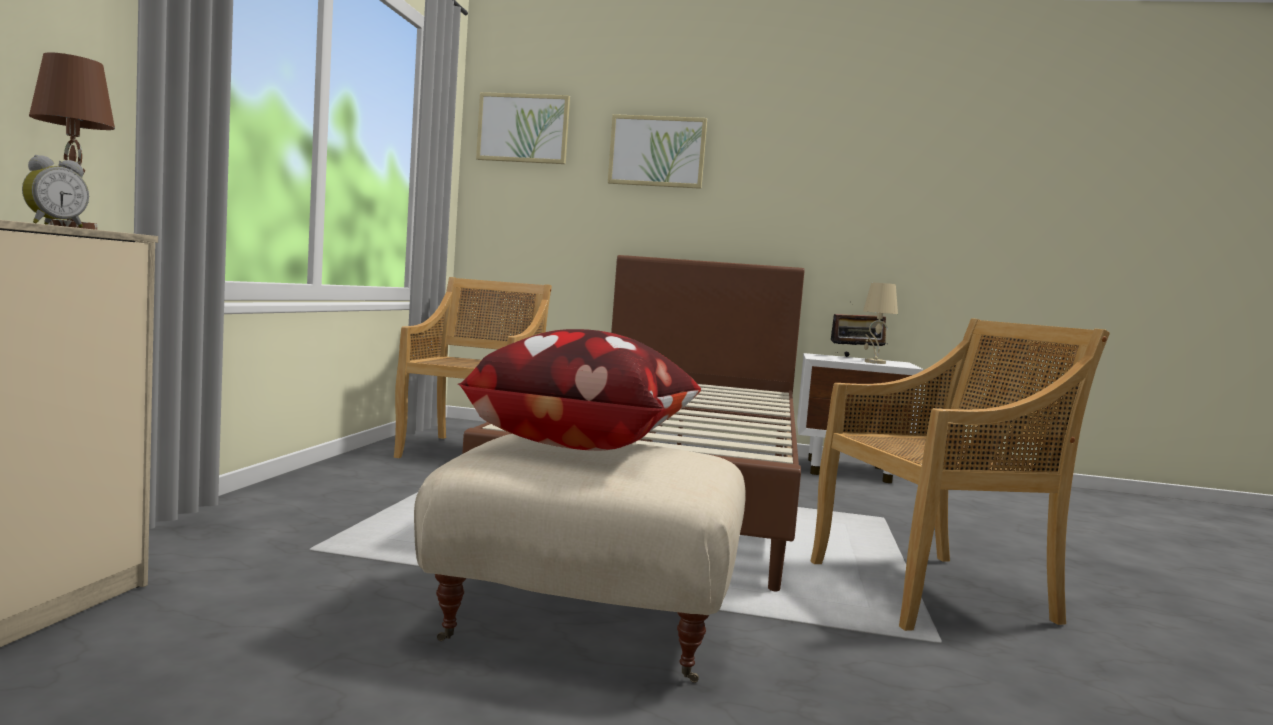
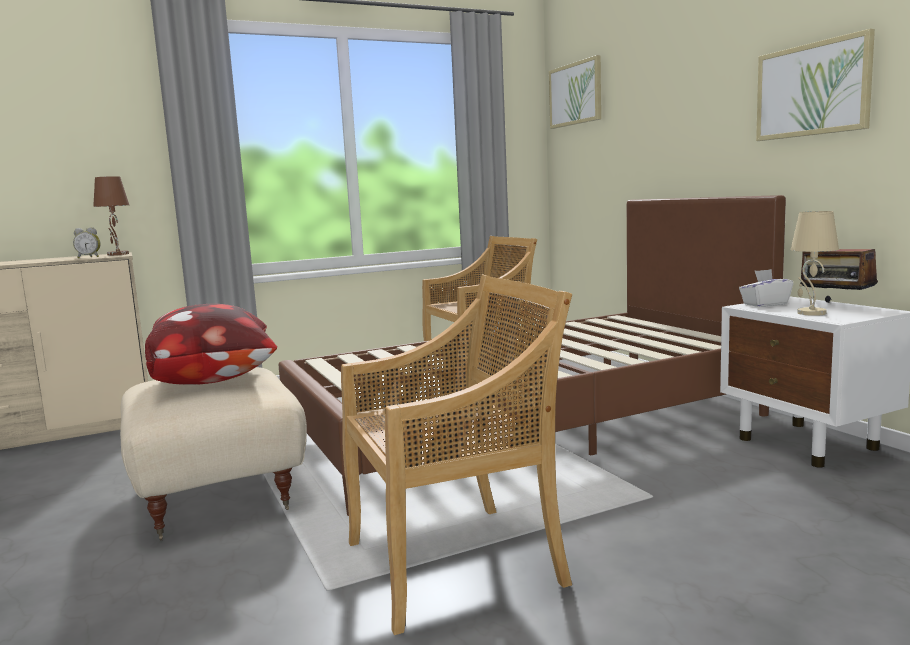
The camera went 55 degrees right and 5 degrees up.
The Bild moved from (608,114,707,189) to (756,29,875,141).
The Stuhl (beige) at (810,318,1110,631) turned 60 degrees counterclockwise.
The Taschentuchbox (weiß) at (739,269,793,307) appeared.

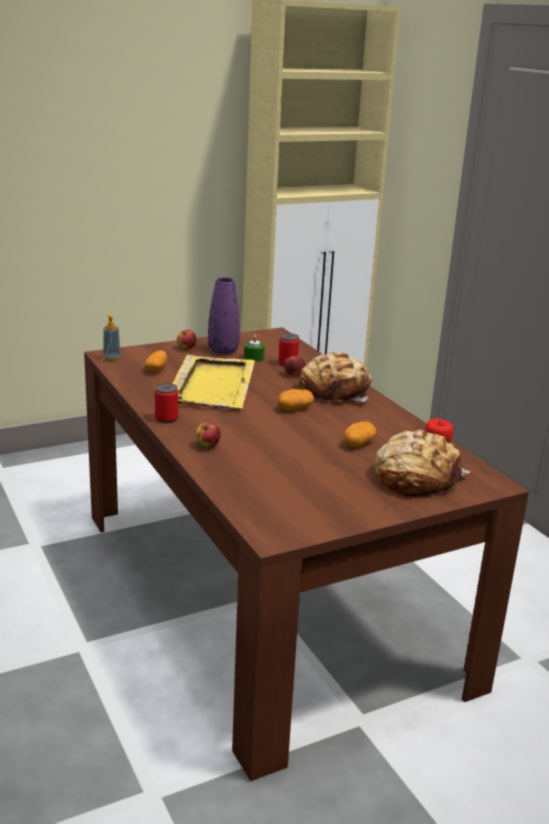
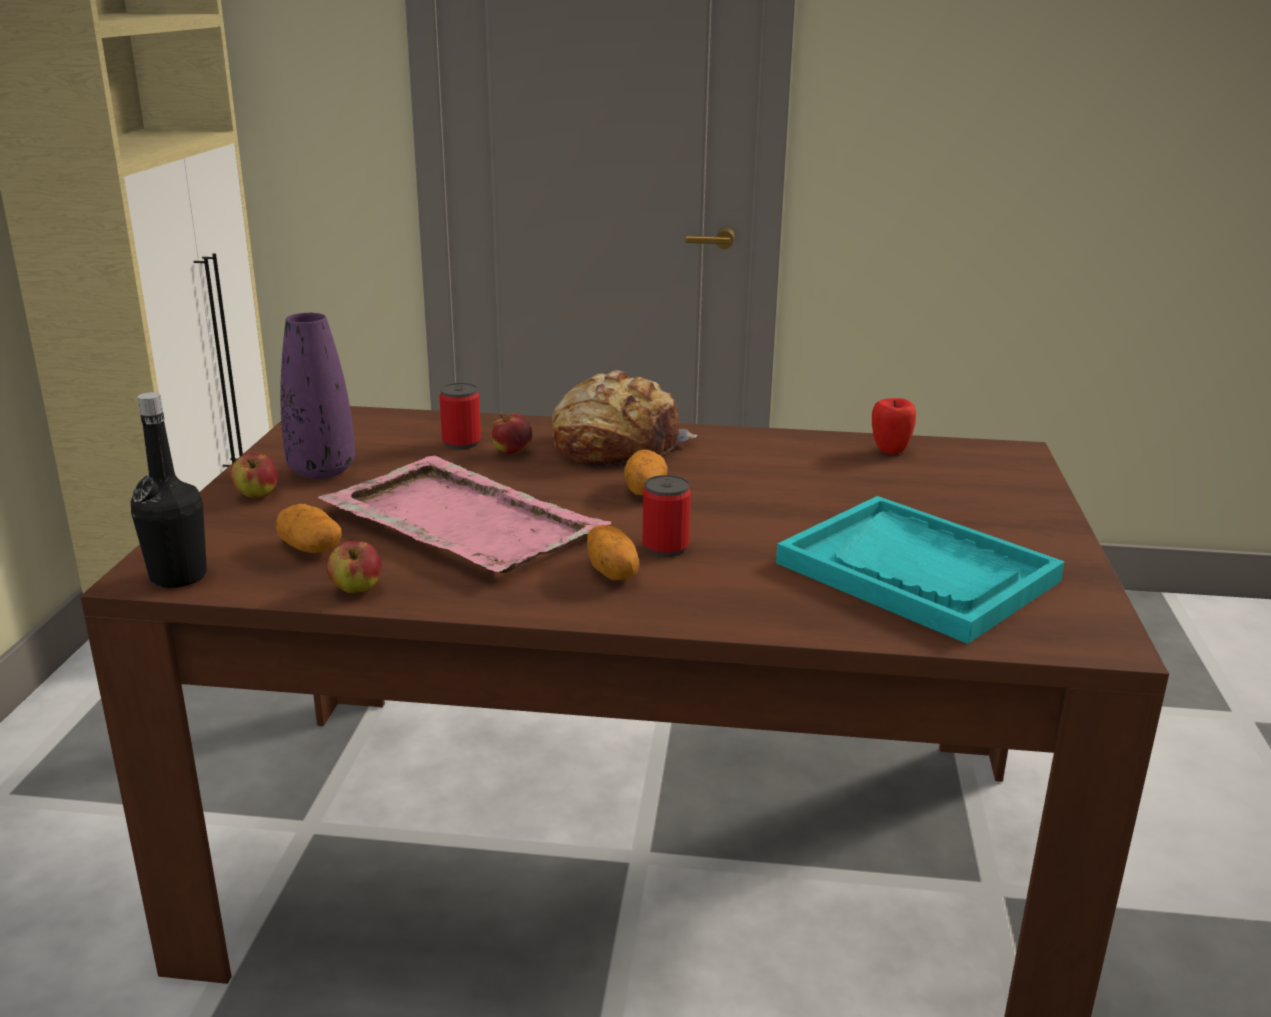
The camera went 55 degrees left and 0 degrees up.
The Seifenspender at (103,313,121,362) was replaced by the Flasche (schwarz) at (131,392,207,588).
The Dose moved from (155,383,178,423) to (642,475,691,557).
The Tablett (gelb) at (172,355,255,408) became the Tablett (rosa) at (318,456,611,573).
The Apfel moved from (196,422,221,448) to (327,541,382,593).
The Kerze (grün) at (244,335,265,362) disappeared.
The Kartoffel moved from (343,421,377,447) to (587,525,639,580).
The Brot at (375,430,470,497) disappeared.
The Tablett (türkis) at (776,496,1064,644) appeared.

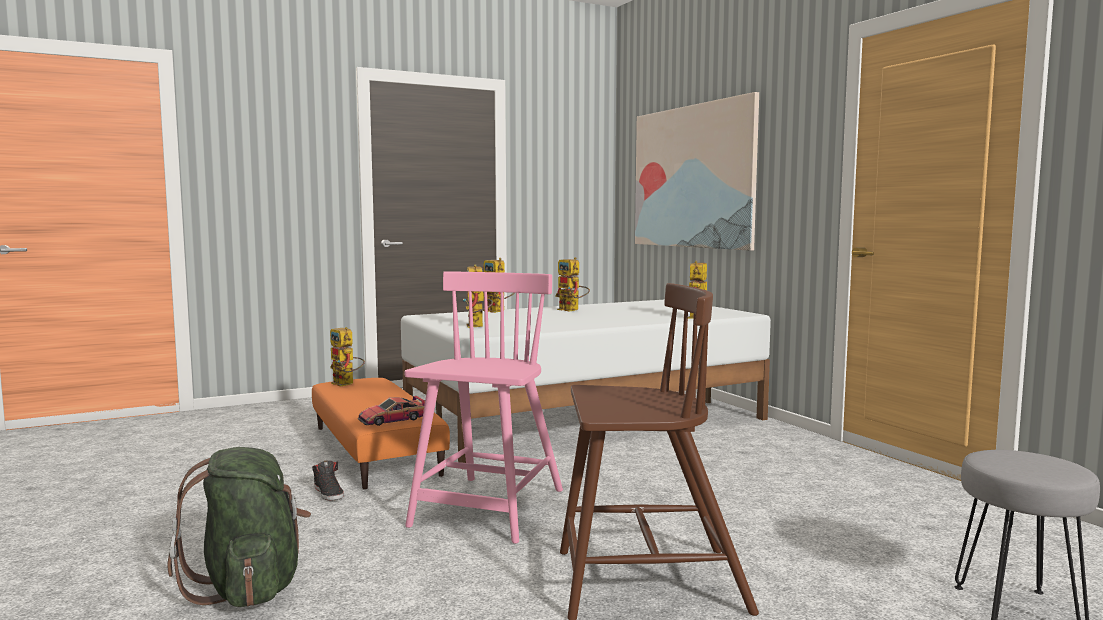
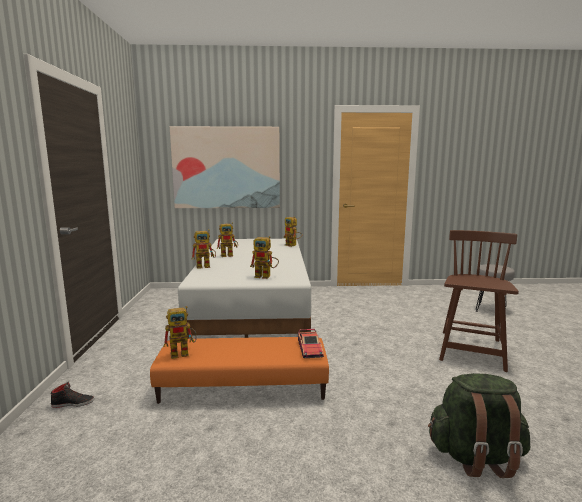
The camera went 65 degrees left and 5 degrees up.
The Schuh (schwarz) moved from (312,460,344,500) to (51,382,94,408).
The Stuhl (rosa) at (404,271,563,544) disappeared.

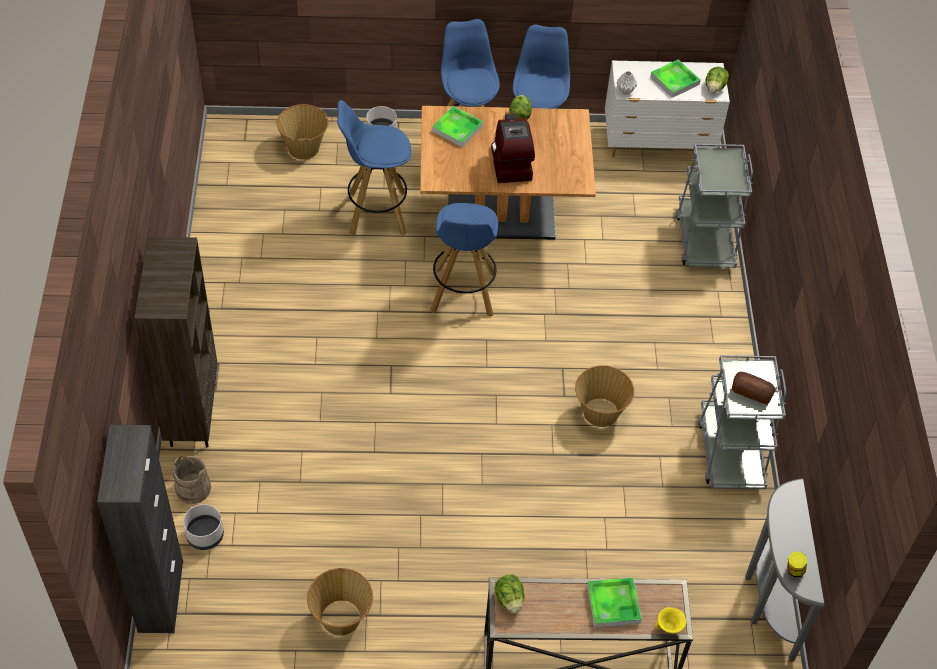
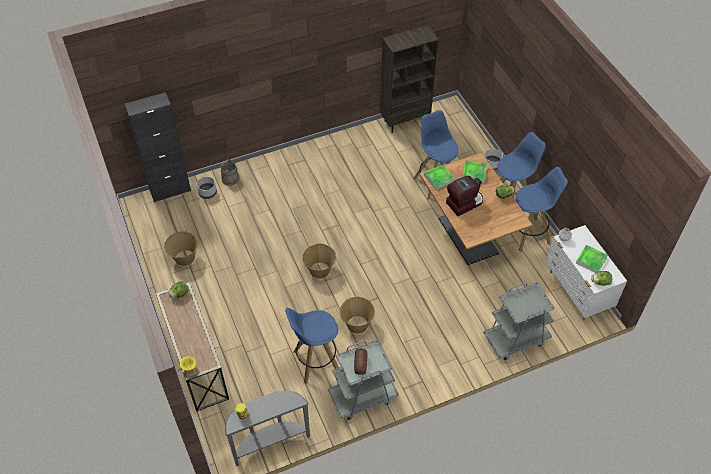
The camera went 70 degrees right and 0 degrees up.
The Bücherregal (braun) moved from (134,237,218,447) to (380,25,438,133).
The Korb moved from (277,104,329,160) to (303,244,336,279).
The Hocker (blau) moved from (430,203,498,317) to (285,308,339,384).
The Tablett moved from (587,578,642,628) to (424,165,455,190).

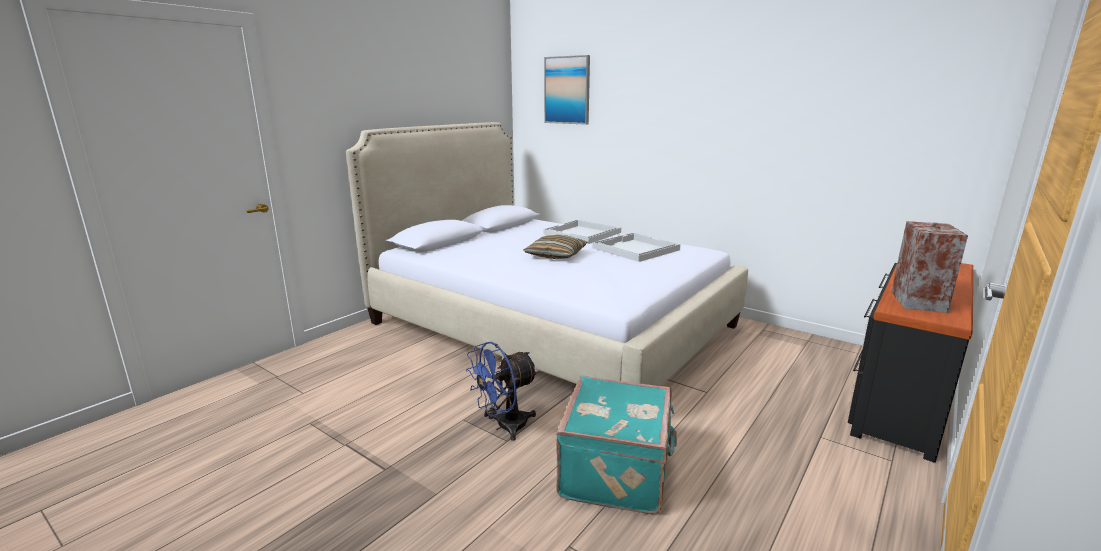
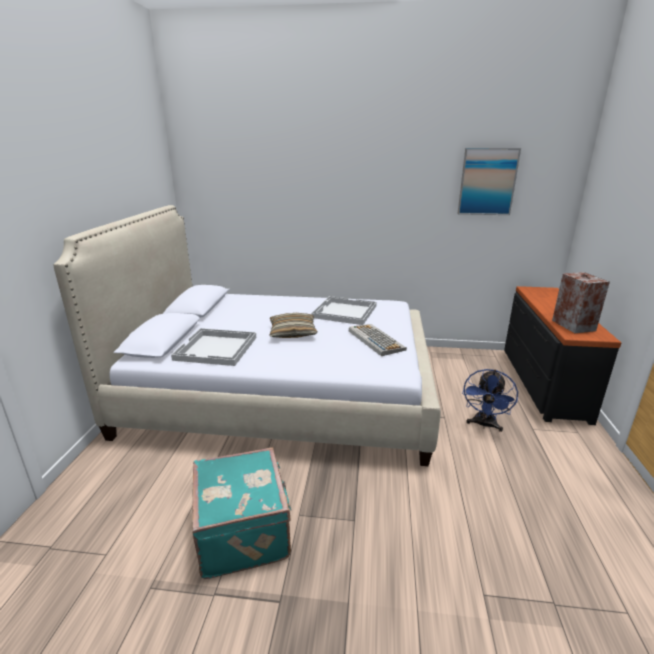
The camera went 30 degrees left and 5 degrees up.
The Ventilator (blau) moved from (466,342,538,441) to (462,369,518,432).
The Bild moved from (544,55,590,125) to (457,148,521,215).
The Tablett (weiß) moved from (544,220,621,244) to (171,328,256,366).
The Koffer (türkis) moved from (556,376,677,514) to (192,447,292,579).
The Tastatur at (349,324,407,356) appeared.

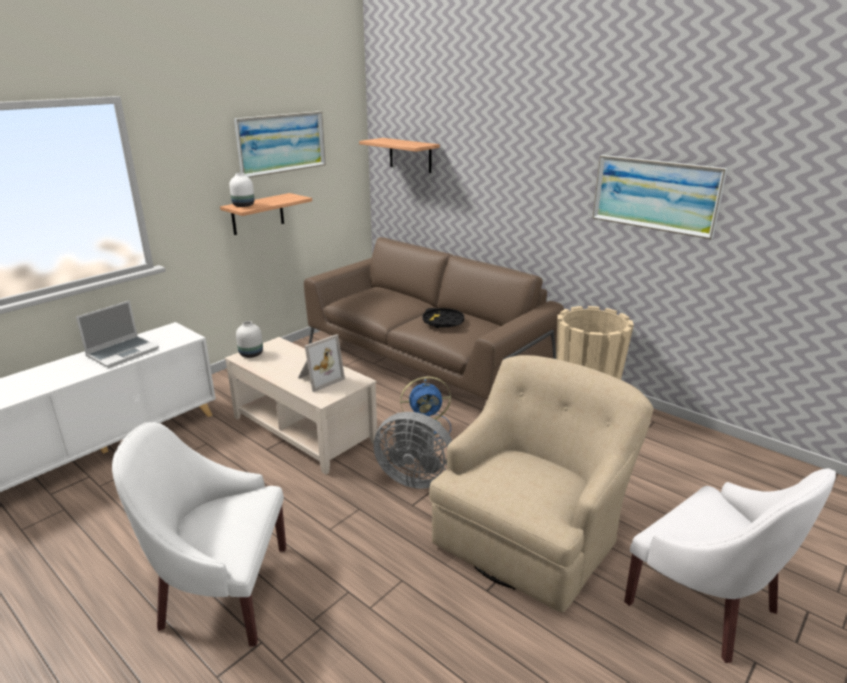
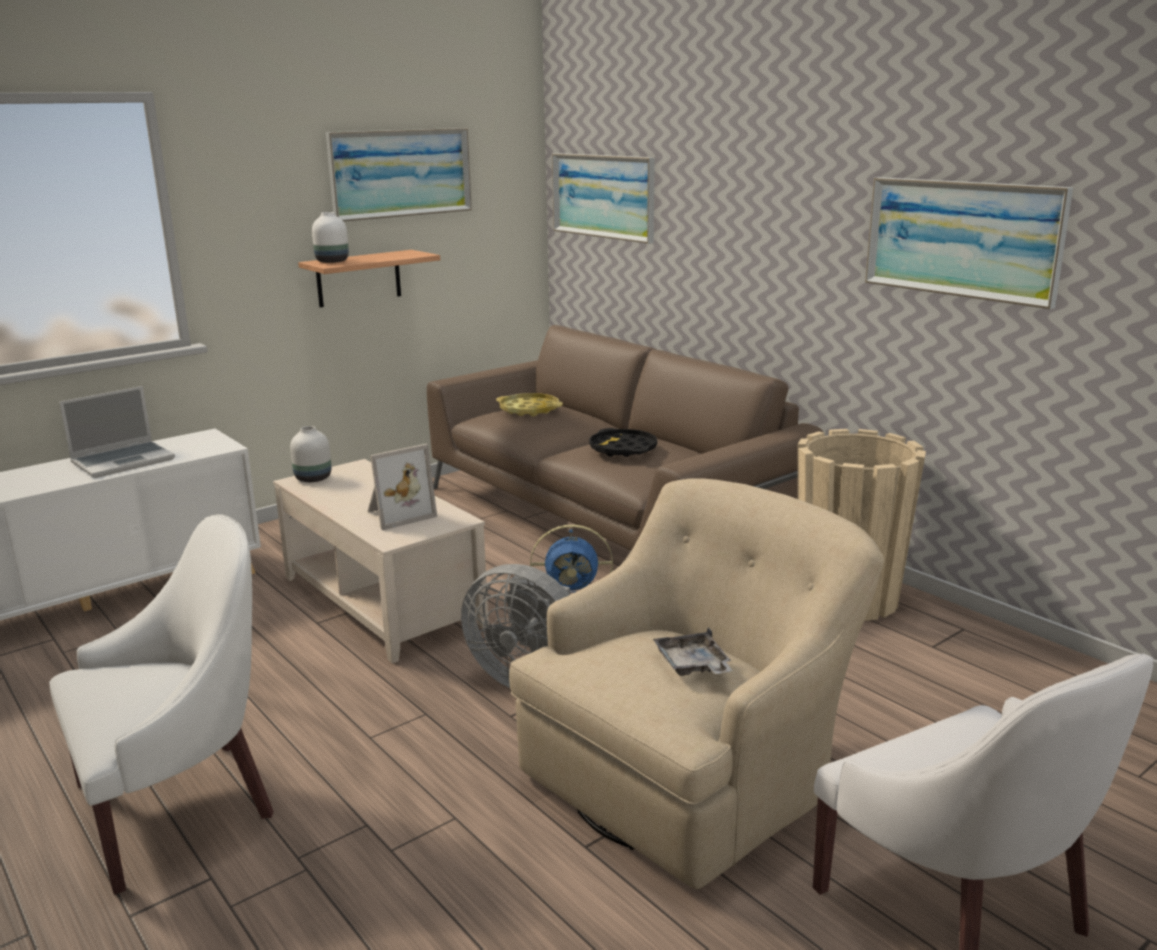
The camera went 10 degrees right and 5 degrees down.
The Sessel (weiß) at (112,422,286,646) turned 135 degrees clockwise.
The Wandregal at (359,138,440,173) was replaced by the Bild at (552,153,655,244).
The Tablett (gelb) at (496,393,563,417) appeared.
The Tablett (grau) at (653,627,733,676) appeared.

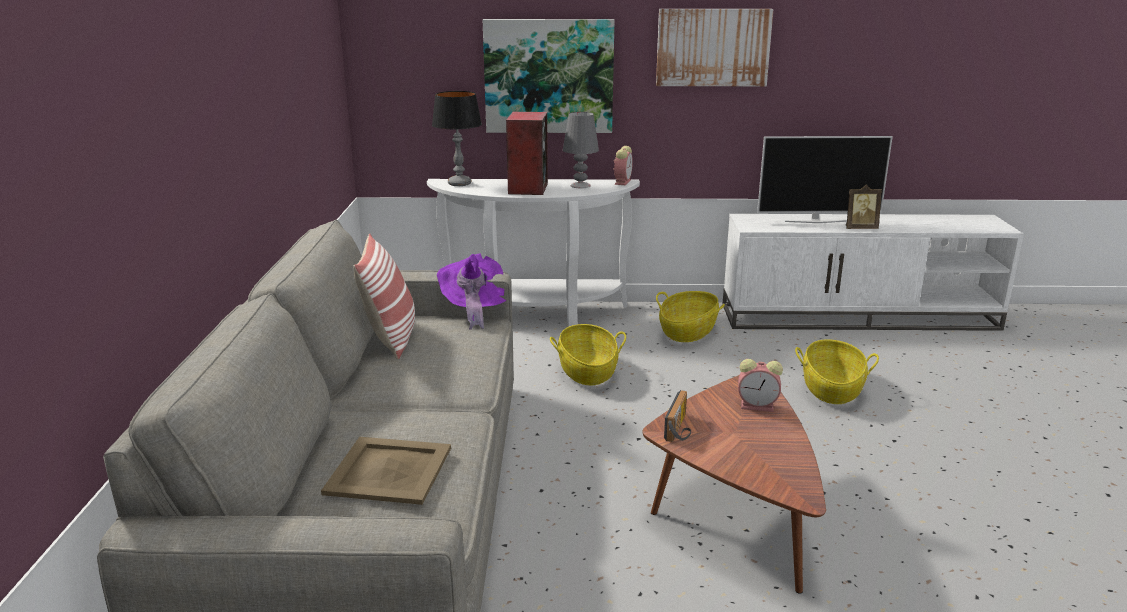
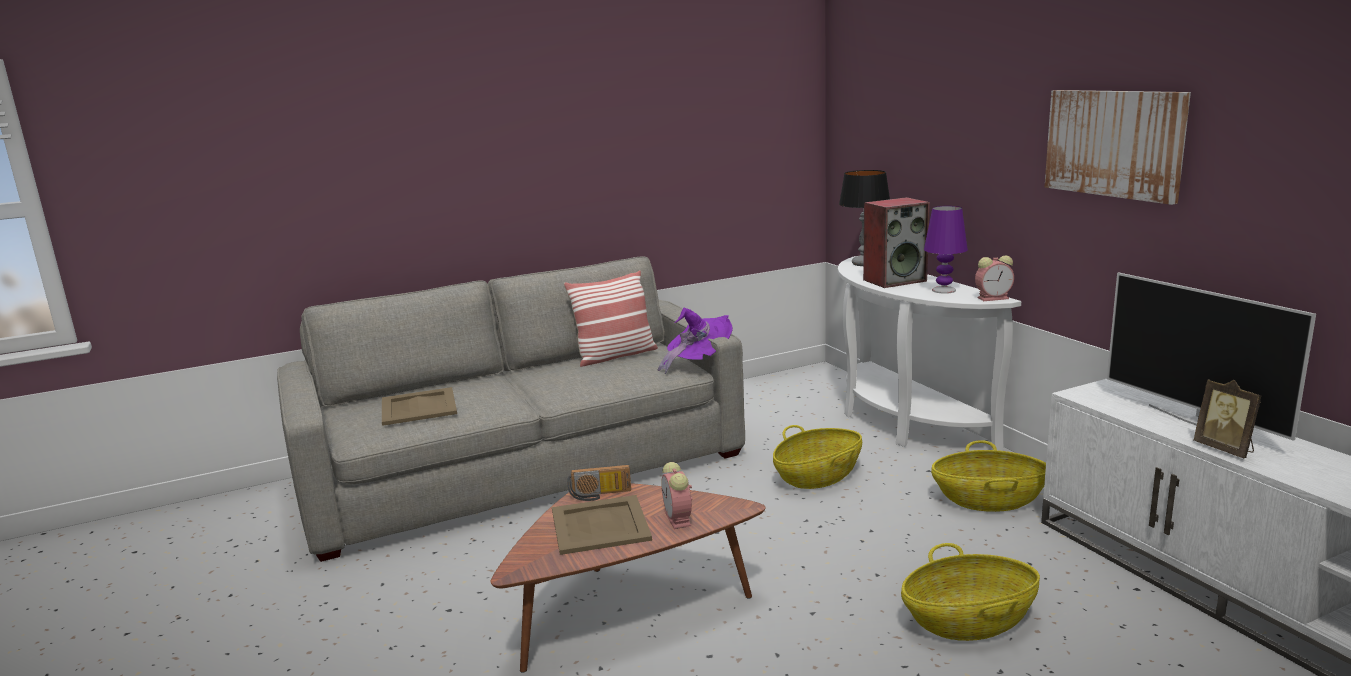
The camera went 65 degrees right and 5 degrees down.
The Bild at (483,19,615,133) disappeared.
The Tischlampe (grau) at (563,112,599,188) became the Tischlampe (lila) at (924,206,968,294).
The Tablett (beige) at (552,495,652,555) appeared.

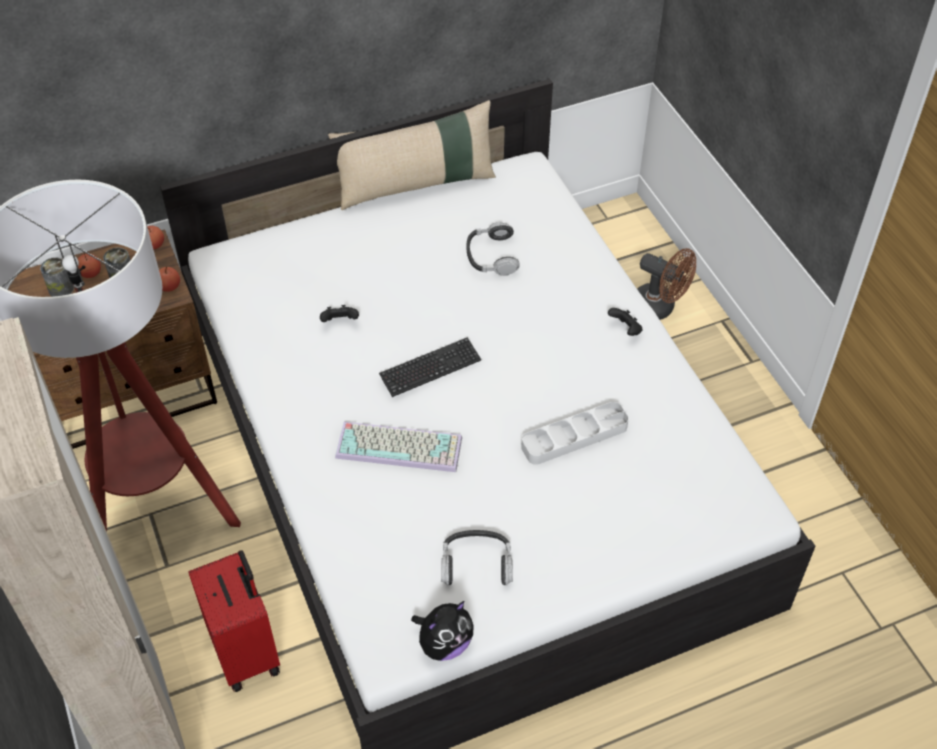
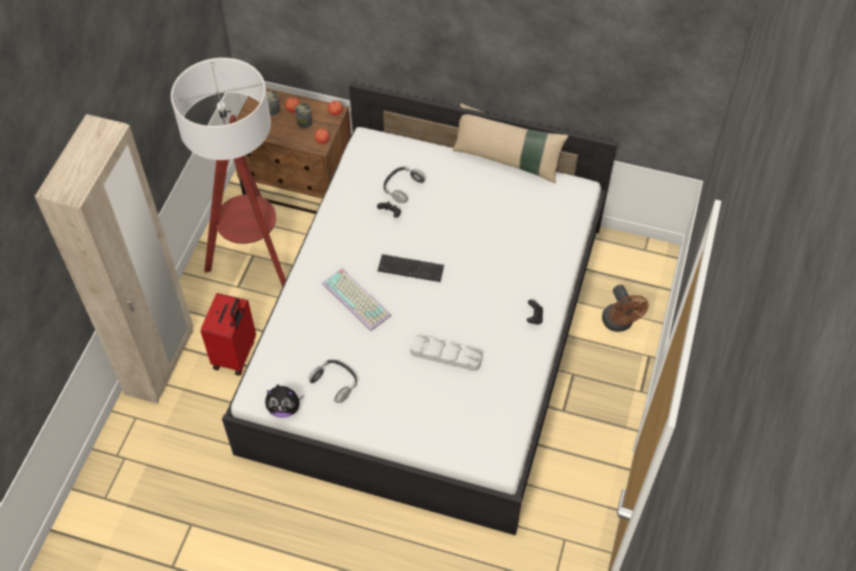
The camera went 40 degrees right and 5 degrees up.
The Kopfhörer moved from (467,222,520,276) to (384,167,425,203).

